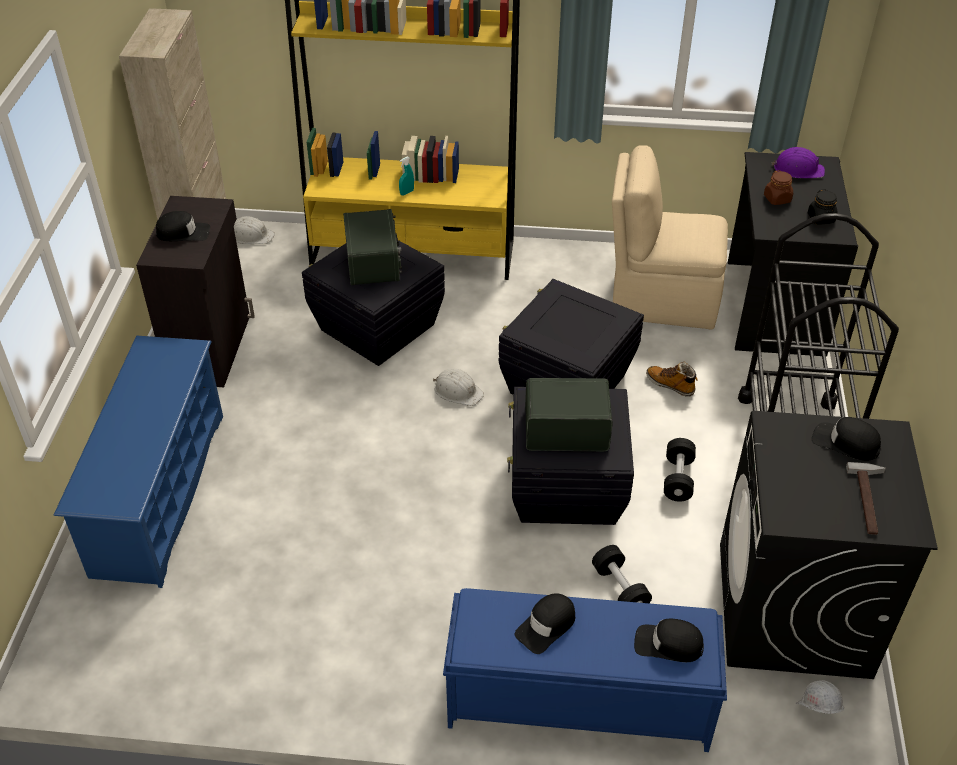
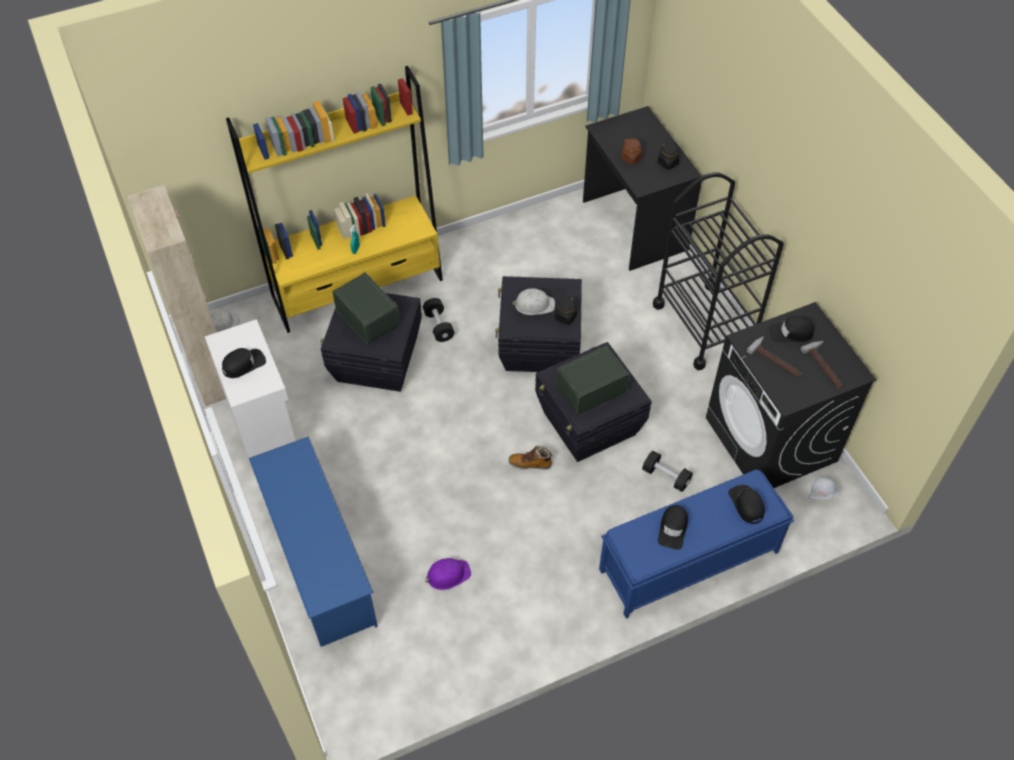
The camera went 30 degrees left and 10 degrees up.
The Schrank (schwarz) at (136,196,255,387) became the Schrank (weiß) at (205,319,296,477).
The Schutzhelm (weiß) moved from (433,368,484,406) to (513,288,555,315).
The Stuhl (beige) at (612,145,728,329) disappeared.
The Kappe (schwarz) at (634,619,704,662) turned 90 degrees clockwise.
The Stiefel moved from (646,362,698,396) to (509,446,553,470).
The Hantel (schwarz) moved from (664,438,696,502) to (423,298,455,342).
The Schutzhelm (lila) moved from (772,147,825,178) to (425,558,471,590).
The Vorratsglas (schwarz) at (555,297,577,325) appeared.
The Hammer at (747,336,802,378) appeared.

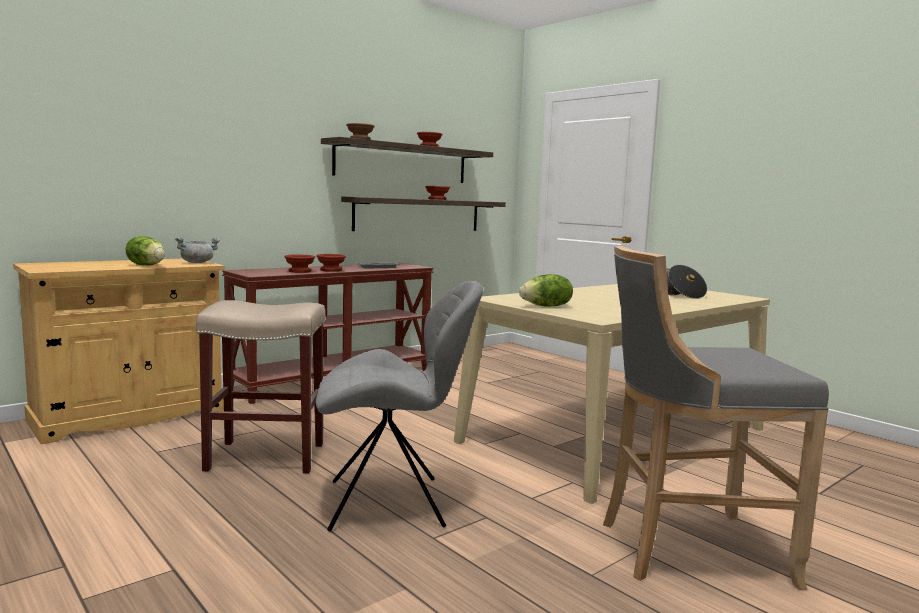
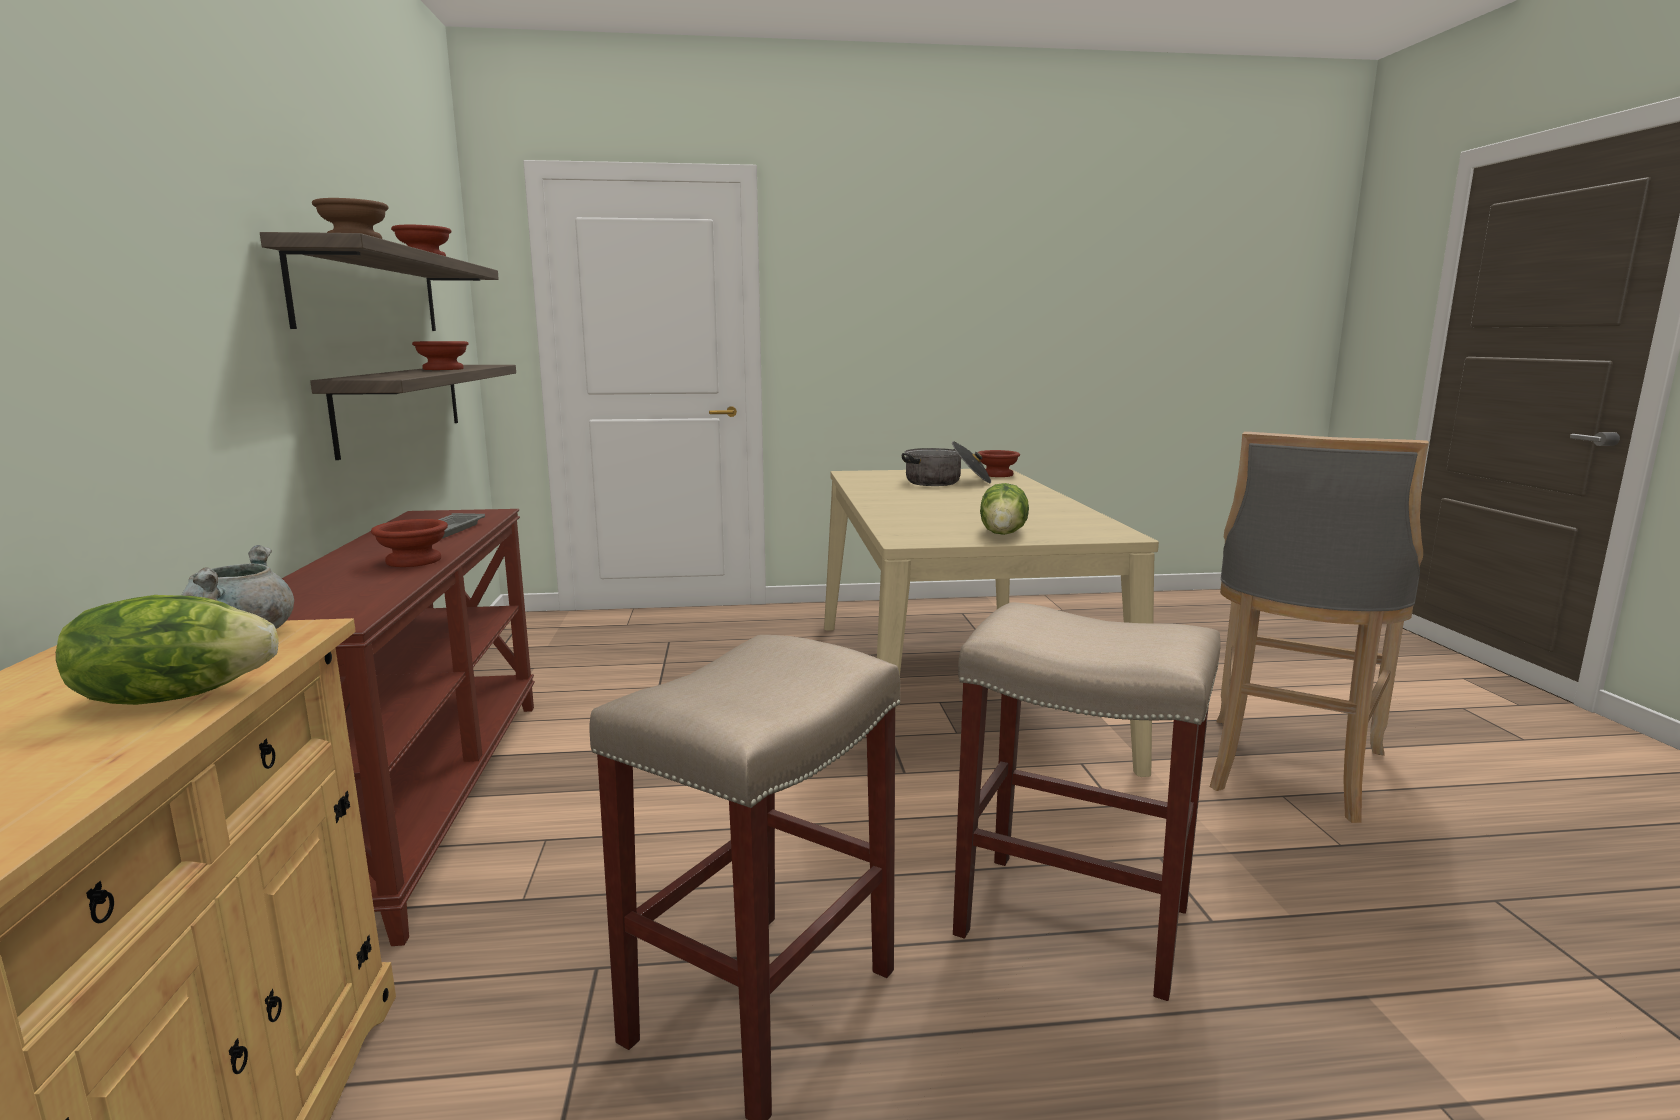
The camera went 55 degrees left and 5 degrees up.
The Schüssel (braun) moved from (284,255,315,273) to (978,450,1020,477).
The Stuhl (grau) at (316,281,483,532) was replaced by the Hocker (beige) at (953,602,1221,1001).

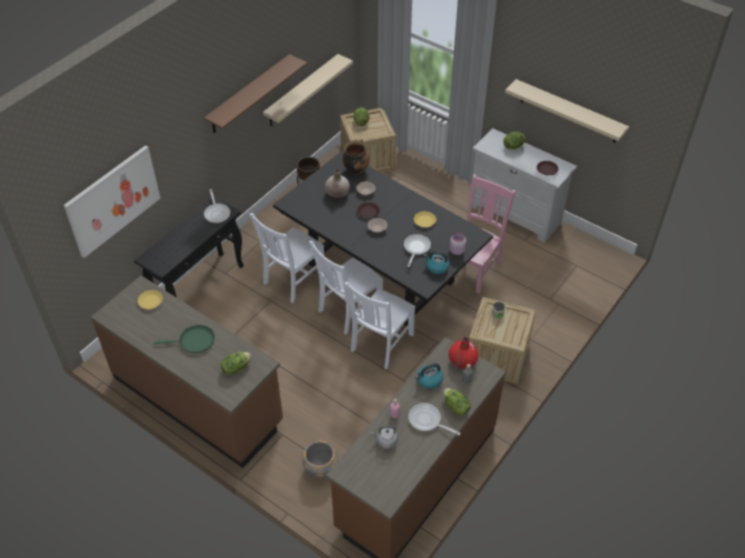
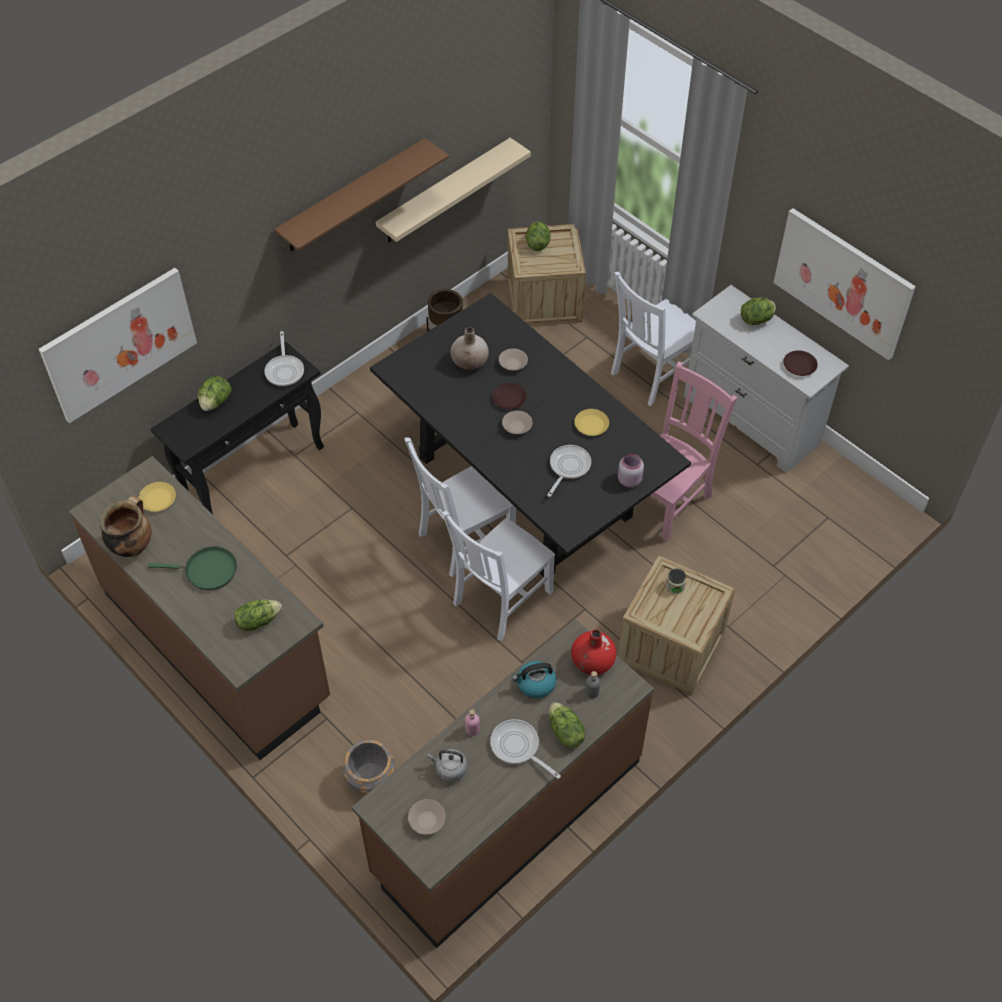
The camera went 10 degrees right and 5 degrees up.
The Stuhl (weiß) moved from (250,213,326,303) to (611,272,696,406).
The Kochtopf moved from (342,138,370,175) to (100,496,152,557).
The Wasserkessel at (424,251,450,274) disappeared.
The Wandregal (beige) at (505,79,629,143) was replaced by the Bild at (773,208,916,360).
The Salatkopf at (198,376,232,411) appeared.
The Schüssel (beige) at (408,799,446,834) appeared.

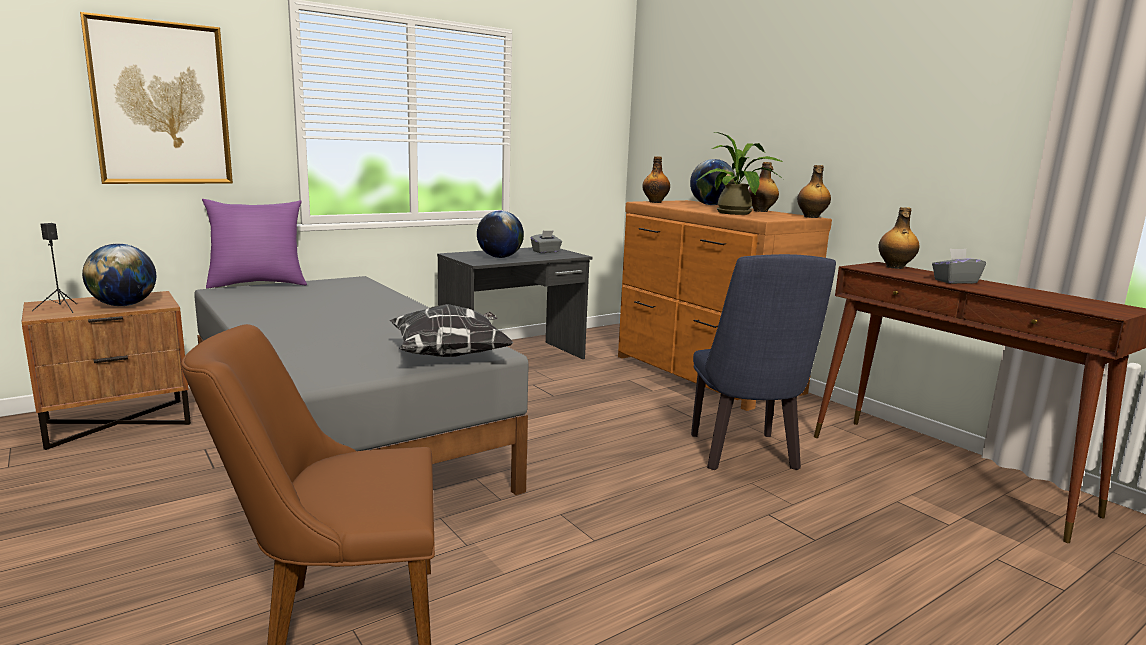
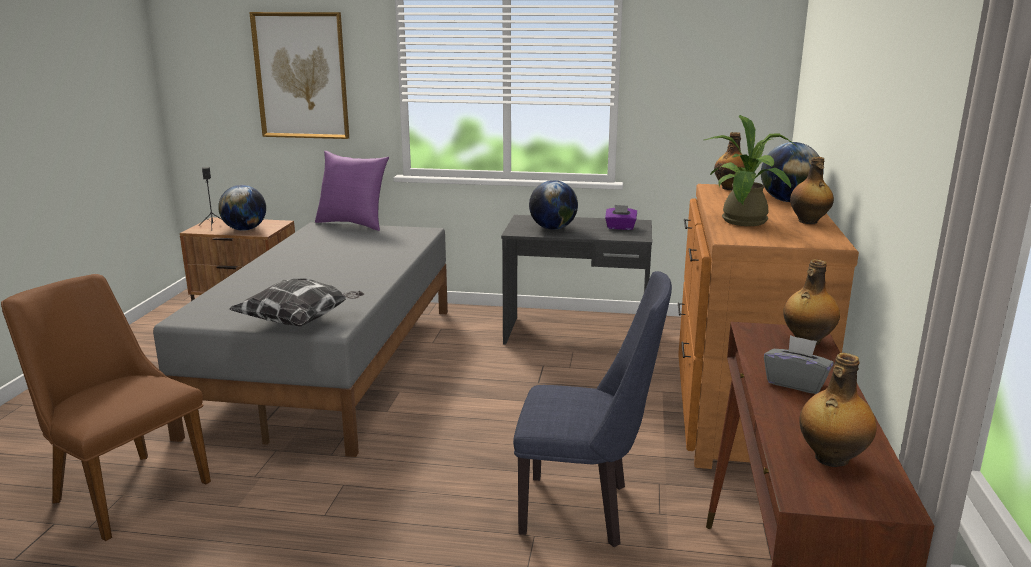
The camera went 45 degrees right and 5 degrees up.
The Taschentuchbox (grau) at (531,230,562,253) became the Taschentuchbox (lila) at (605,205,637,230).
The Stuhl (blau) at (691,254,836,470) turned 120 degrees counterclockwise.
The Flasche moved from (797,165,831,218) to (799,353,877,467).

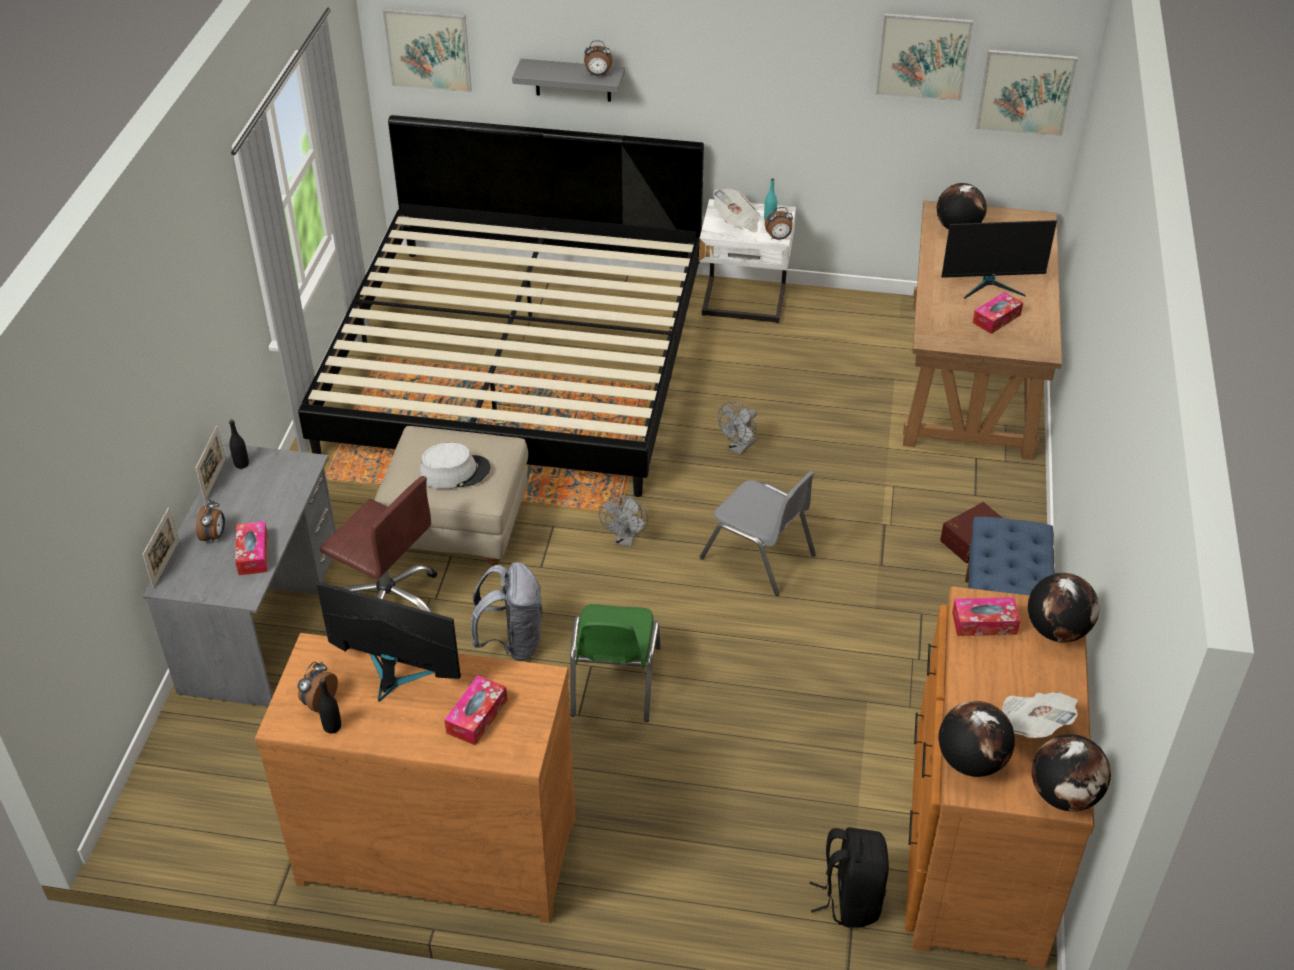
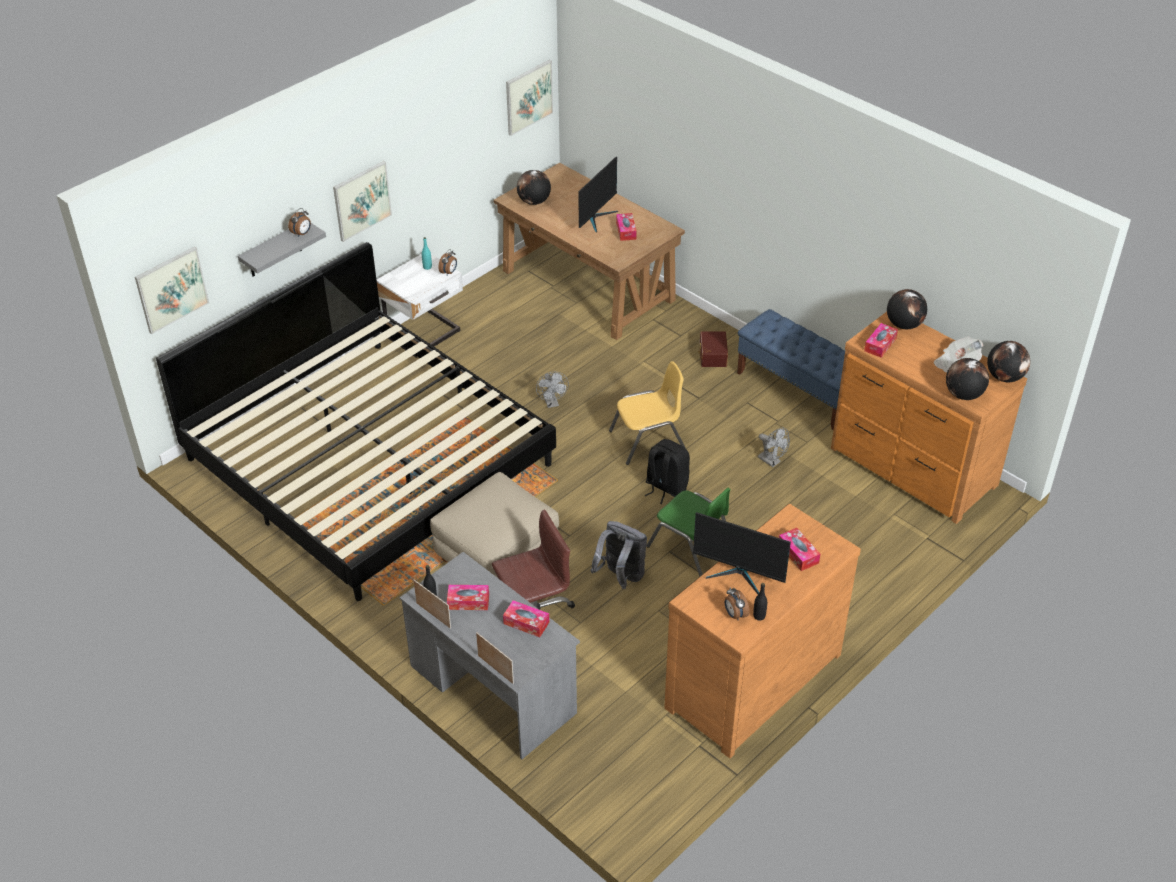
The camera went 55 degrees left and 0 degrees up.
The Wecker at (196,499,225,543) disappeared.
The Monitor at (316,581,461,702) turned 120 degrees counterclockwise.
The Hut (grau) at (419,442,491,489) disappeared.
The Ventilator (grau) moved from (599,495,648,547) to (758,428,790,467).
The Stuhl (grau) at (700,471,816,596) became the Stuhl (gelb) at (609,361,686,465).
The Zeitung at (713,188,760,232) disappeared.
The Rucksack (schwarz) moved from (810,827,889,928) to (644,439,690,504).
The Bild moved from (875,13,974,101) to (333,161,392,242).
The Taschentuchbox at (447,585,489,610) appeared.

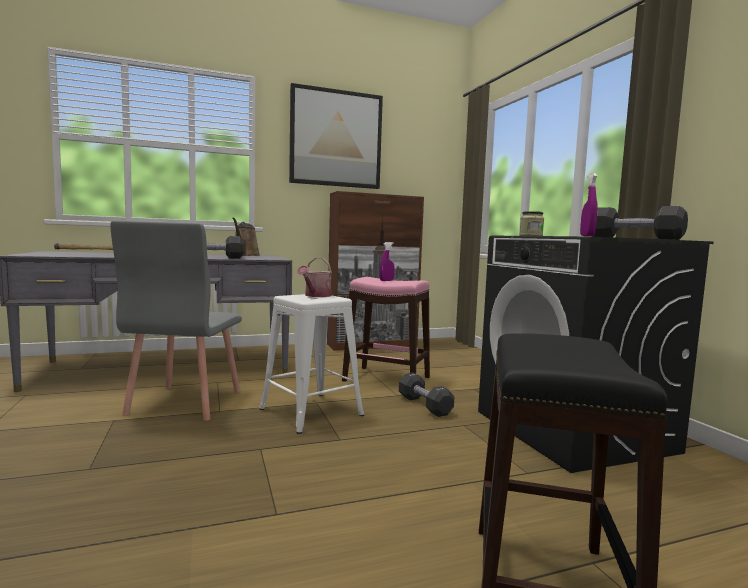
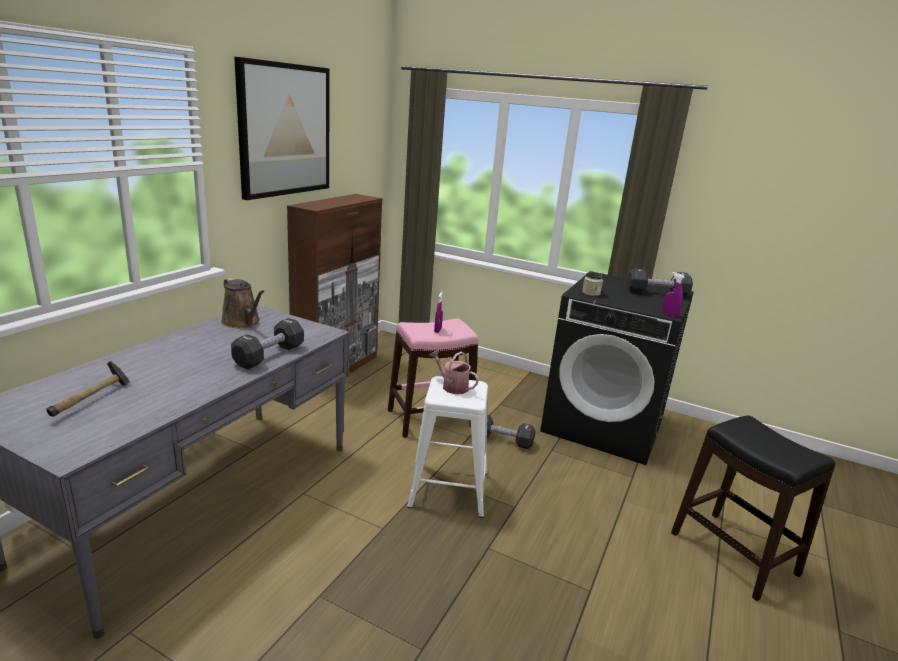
The camera went 45 degrees left and 15 degrees up.
The Stuhl (grau) at (110,221,242,421) disappeared.
The Gießkanne at (297,258,332,297) turned 150 degrees clockwise.

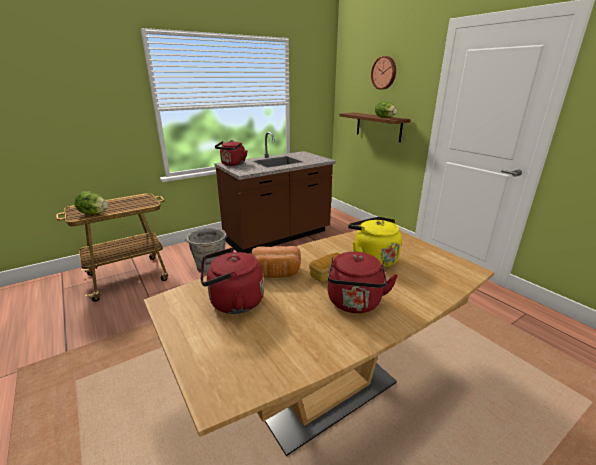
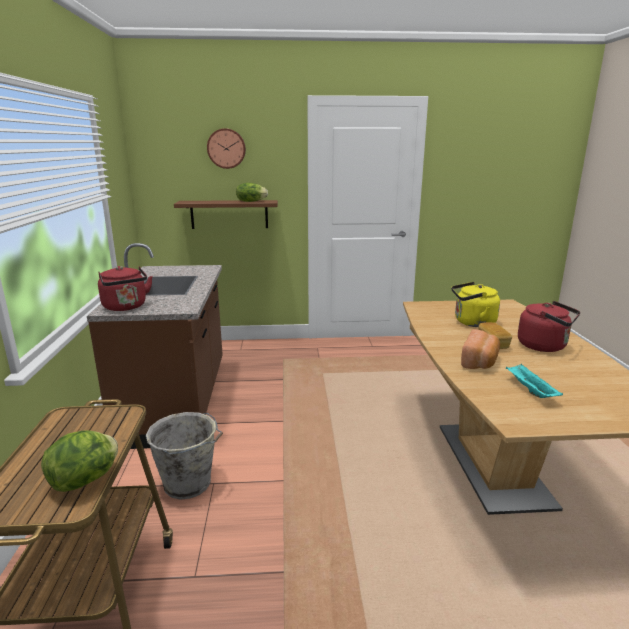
The camera went 60 degrees left and 5 degrees down.
The Wasserkessel (rot) at (201,248,264,314) was replaced by the Tablett (türkis) at (506,363,563,398).

